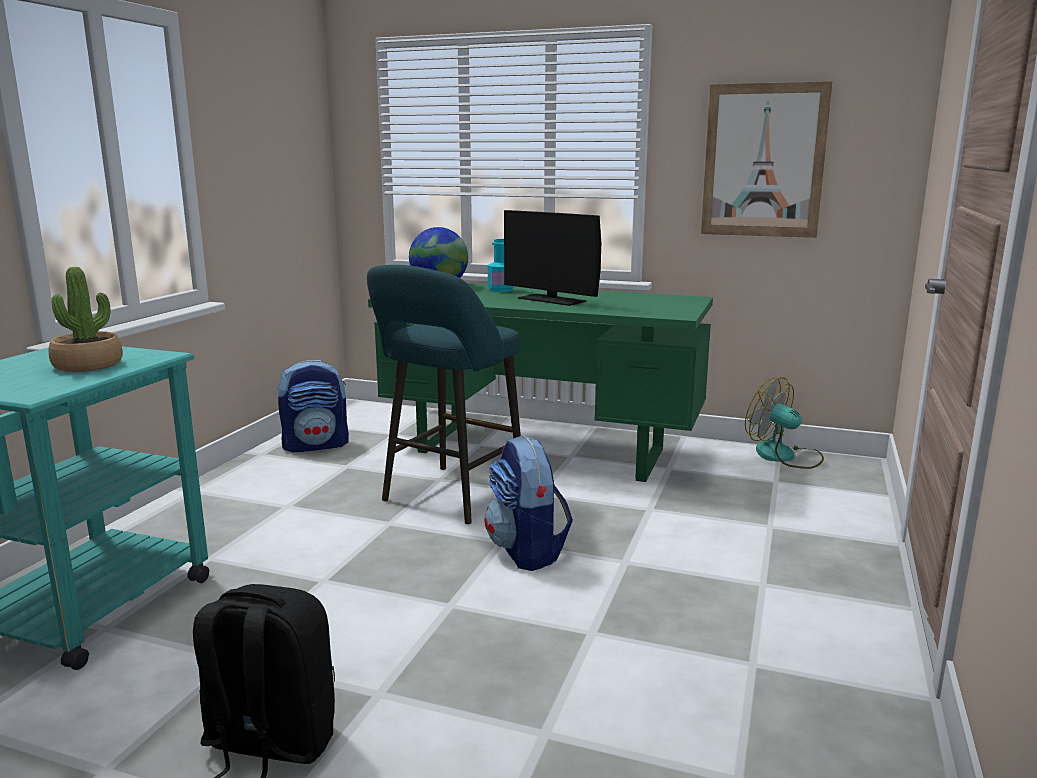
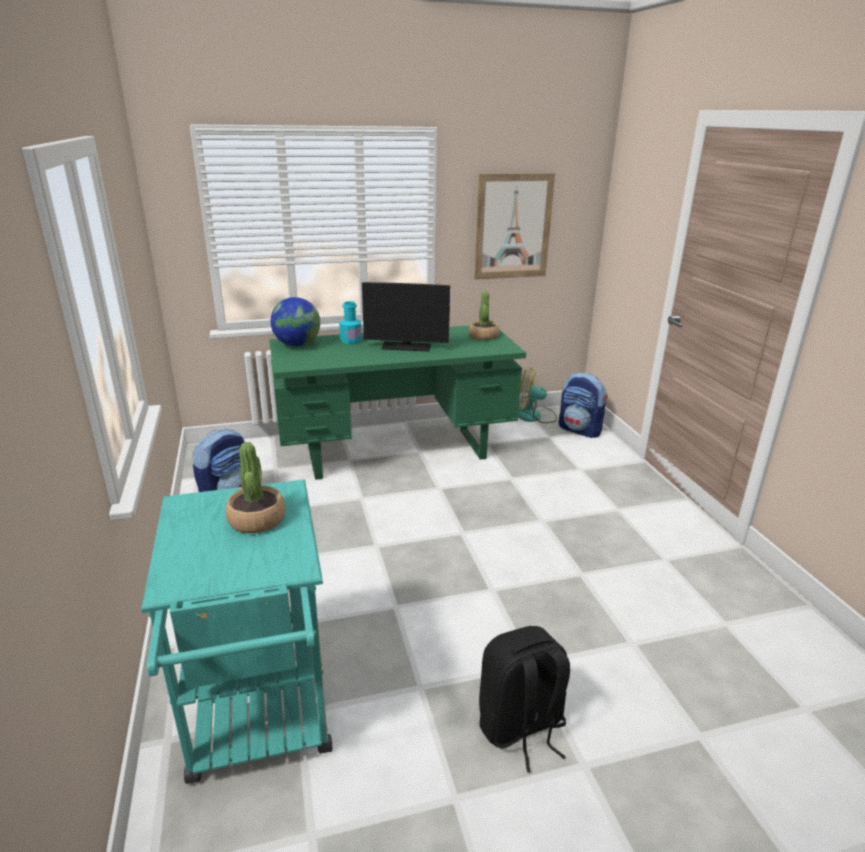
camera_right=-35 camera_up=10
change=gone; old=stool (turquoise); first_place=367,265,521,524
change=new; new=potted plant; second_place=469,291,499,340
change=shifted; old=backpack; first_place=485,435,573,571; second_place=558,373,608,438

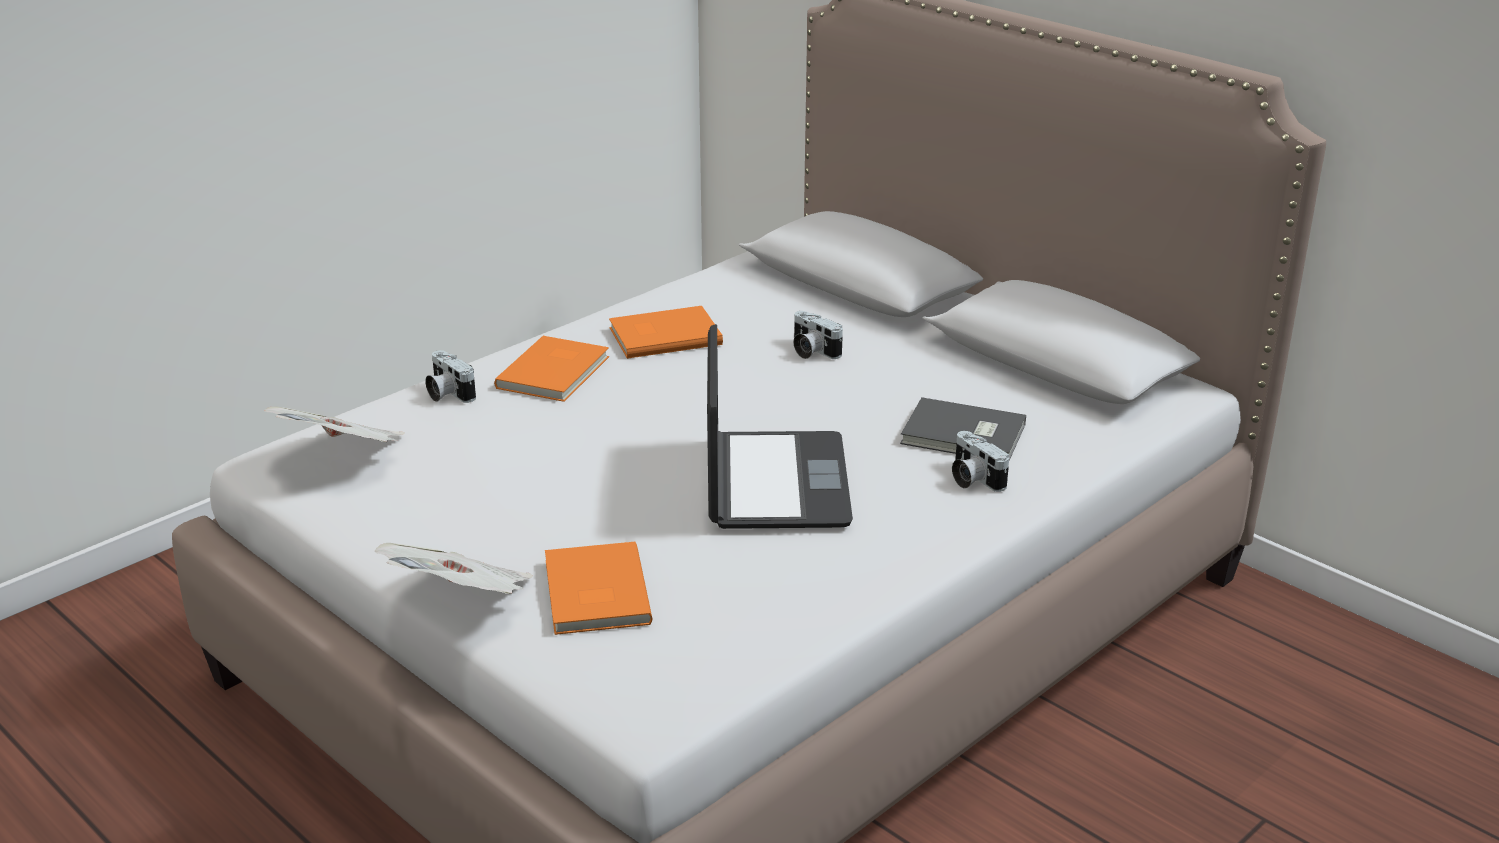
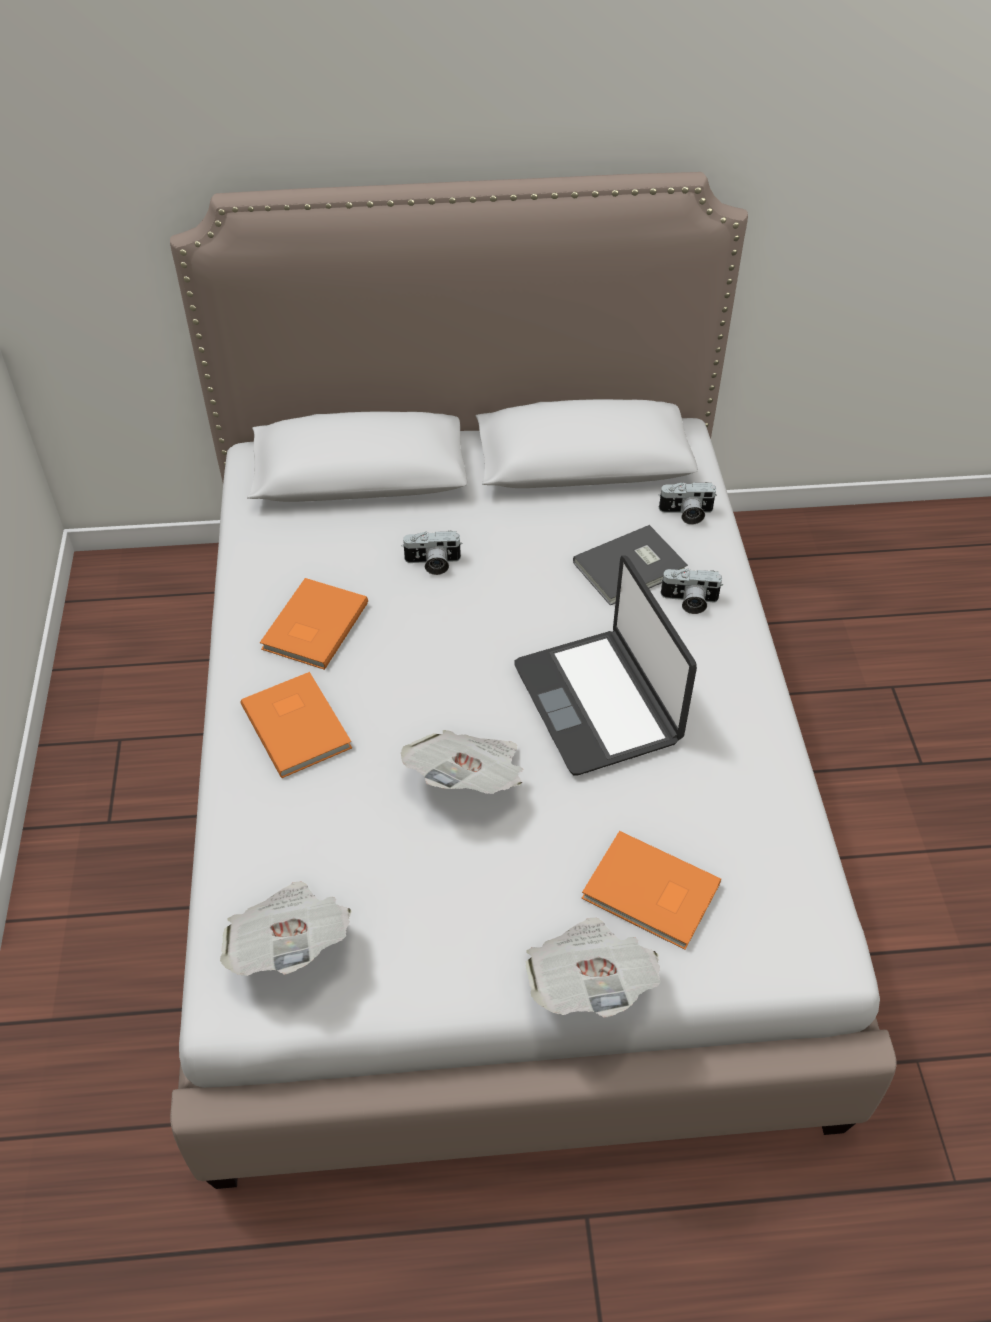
camera_right=-50 camera_up=20
change=new; new=newspaper; second_place=401,730,523,794
change=shifted; old=photo camera; first_place=425,350,476,403; second_place=658,482,717,525
change=rotated; old=laptop; first_place=707,324,853,529; second_place=514,555,697,775; degrees=-150

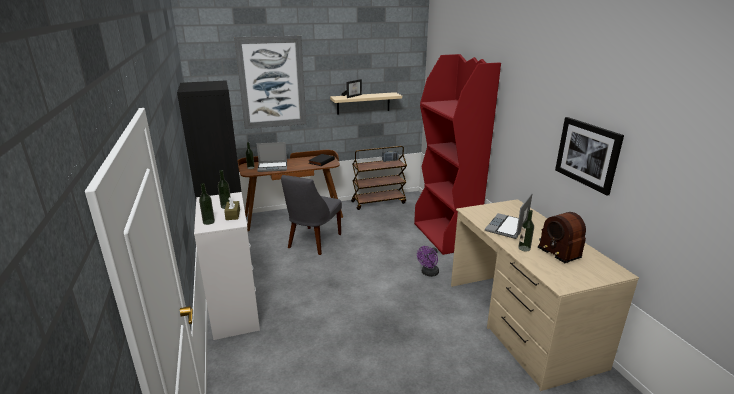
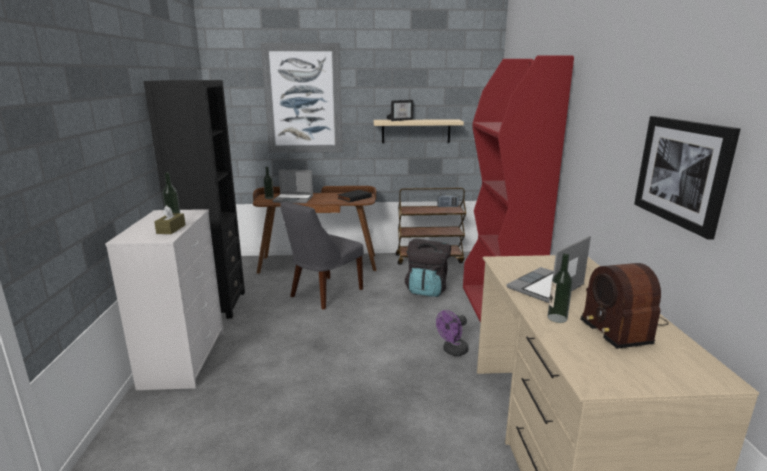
camera_right=15 camera_up=-5
change=gone; old=bottle; first_place=199,183,215,225
change=new; new=backpack (black); second_place=405,239,451,297

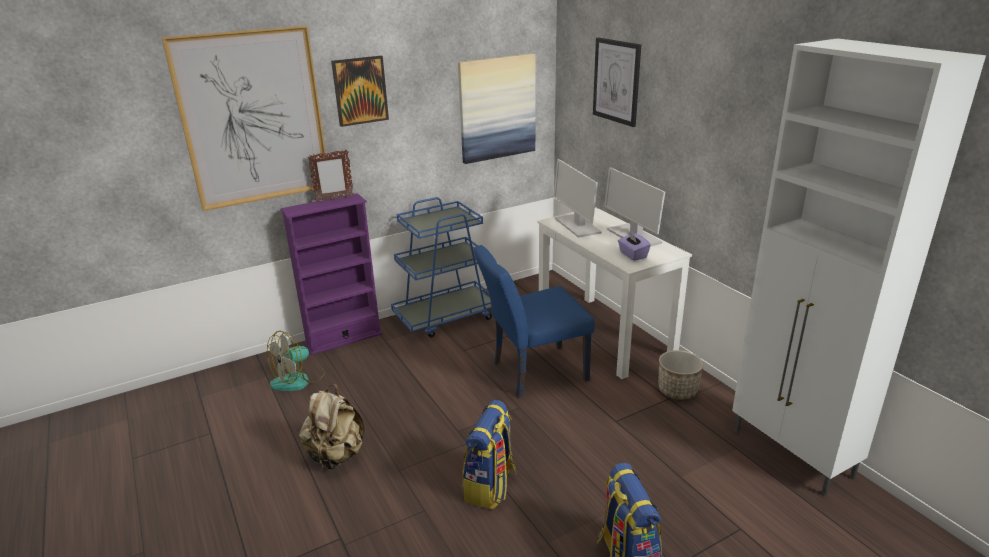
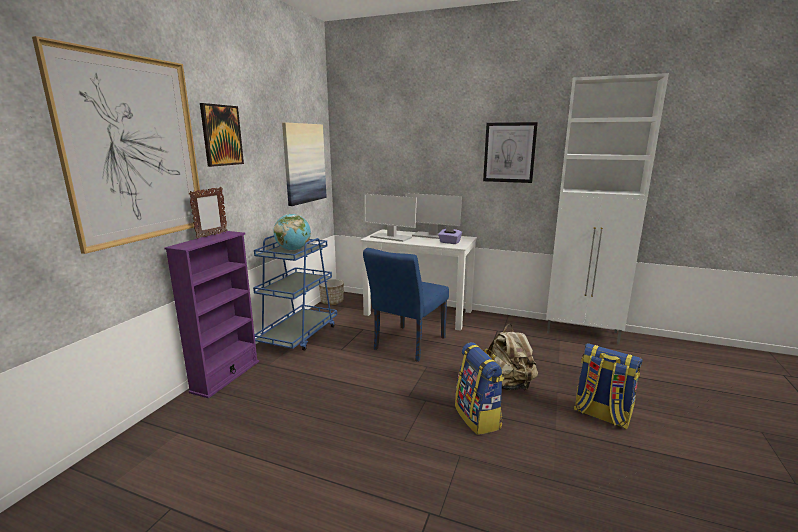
camera_right=-40 camera_up=-10
change=gone; old=fan; first_place=267,331,326,391
change=new; new=globe; second_place=274,214,311,251
change=shifted; old=backpack (beige); first_place=299,384,365,469; second_place=486,324,538,391
change=shifted; old=picture; first_place=593,37,641,127; second_place=483,122,538,183
change=shifted; old=planter; first_place=658,350,703,400; second_place=319,279,344,305

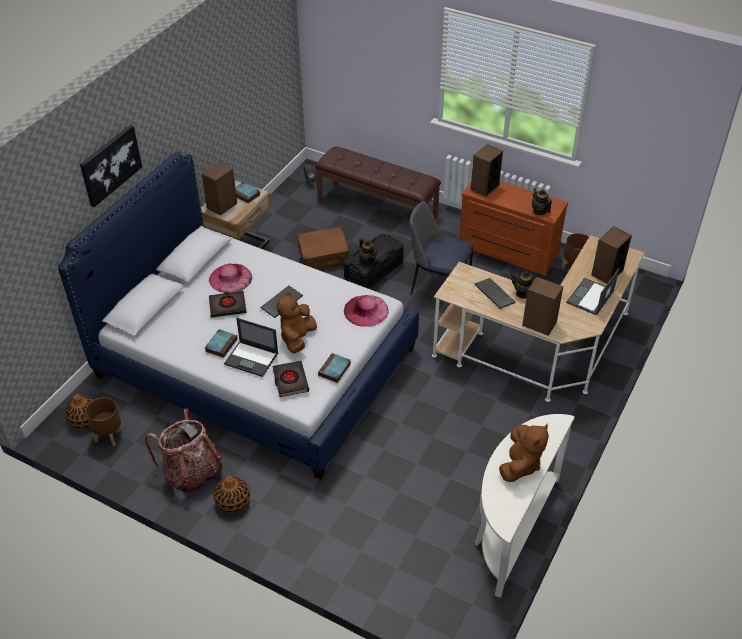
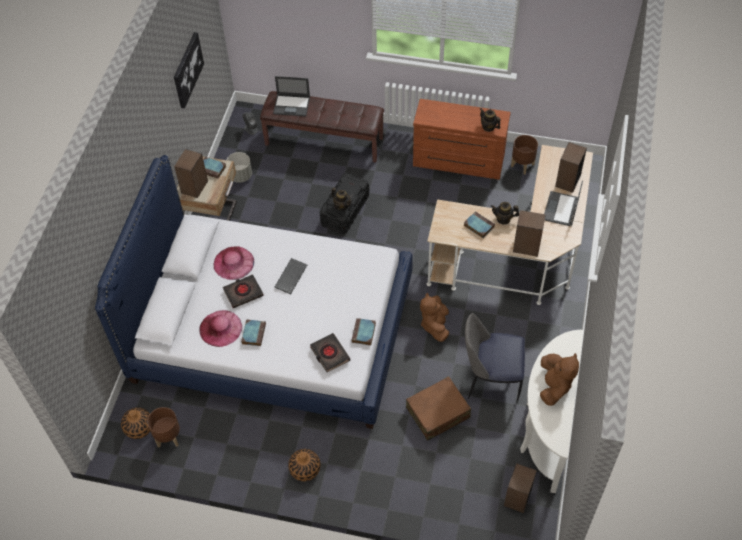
camera_right=-15 camera_up=10
change=gone; old=backpack; first_place=145,408,222,494
change=new; new=planter (grey); second_place=226,152,252,183
change=shifted; old=picture; first_place=80,125,142,207; second_place=174,32,204,108
change=shifted; old=laptop; first_place=224,318,278,377; second_place=273,76,310,116
change=shifted; old=plush toy (brown); first_place=276,292,317,353; second_place=420,293,449,342
change=shifted; old=suitcase (brown); first_place=297,226,351,270; second_place=406,376,471,441
change=shifted; old=hat (pink); first_place=344,295,389,327; second_place=200,310,242,347
change=shifted; old=chair; first_place=409,201,474,295; second_place=465,313,525,402
change=shifted; old=speaker; first_place=471,144,503,197; second_place=504,463,537,513
change=swapped; old=keyboard; new=book; first_place=474,278,515,309; second_place=464,211,495,238

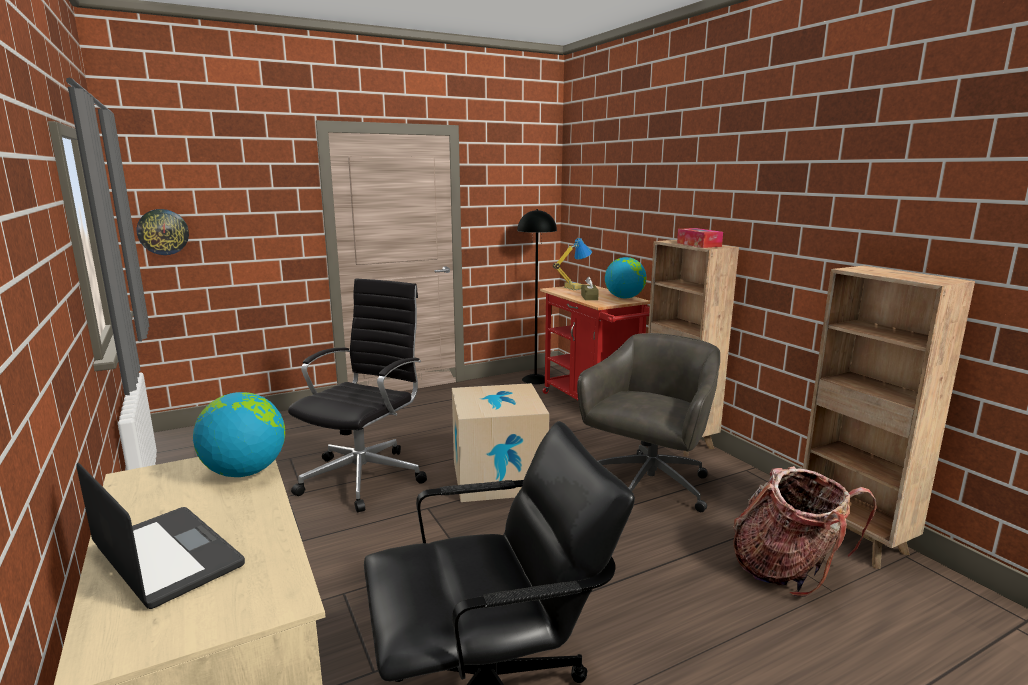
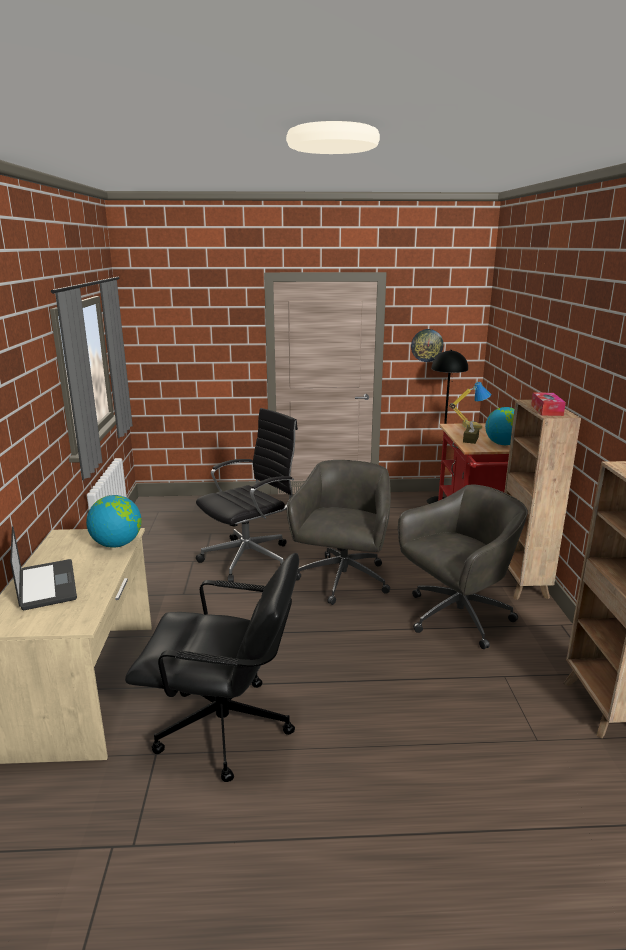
camera_right=25 camera_up=5
change=gone; old=backpack; first_place=733,466,877,596
change=shifted; old=wall clock; first_place=136,209,189,255; second_place=411,329,444,362
change=swapped; old=cardboard box; new=office chair (grey); first_place=452,383,549,502; second_place=287,460,391,605

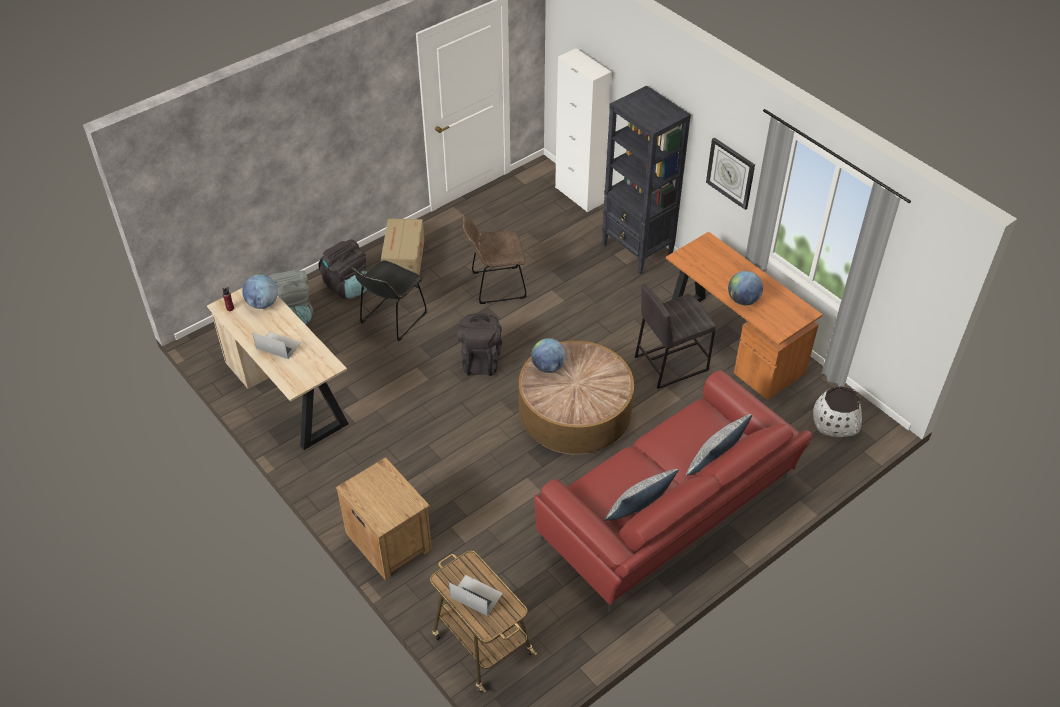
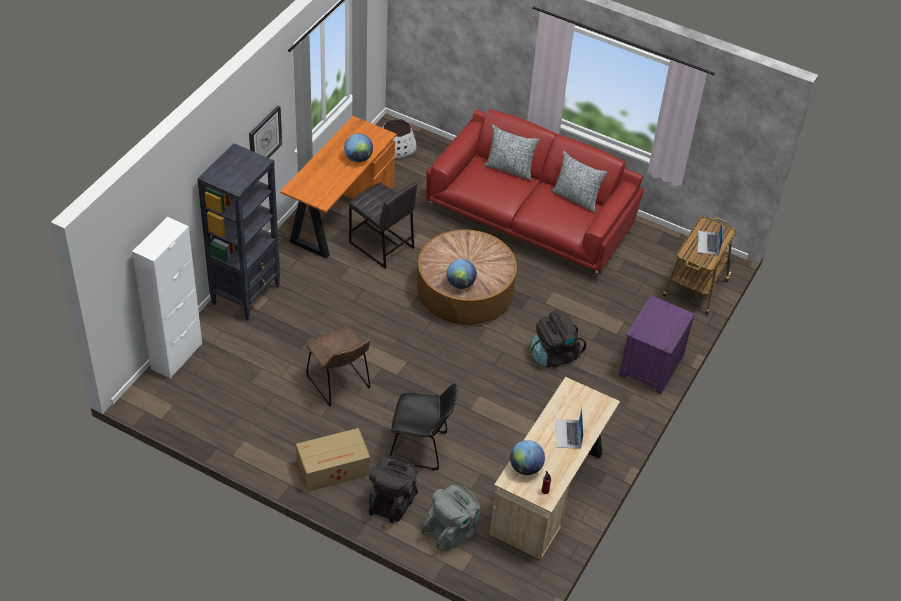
camera_right=-115 camera_up=0
change=shifted; old=backpack (black); first_place=457,313,502,376; second_place=531,310,586,367
change=repainted; old=nightstand (brown); new=nightstand (purple); first_place=336,457,432,581; second_place=619,295,695,394

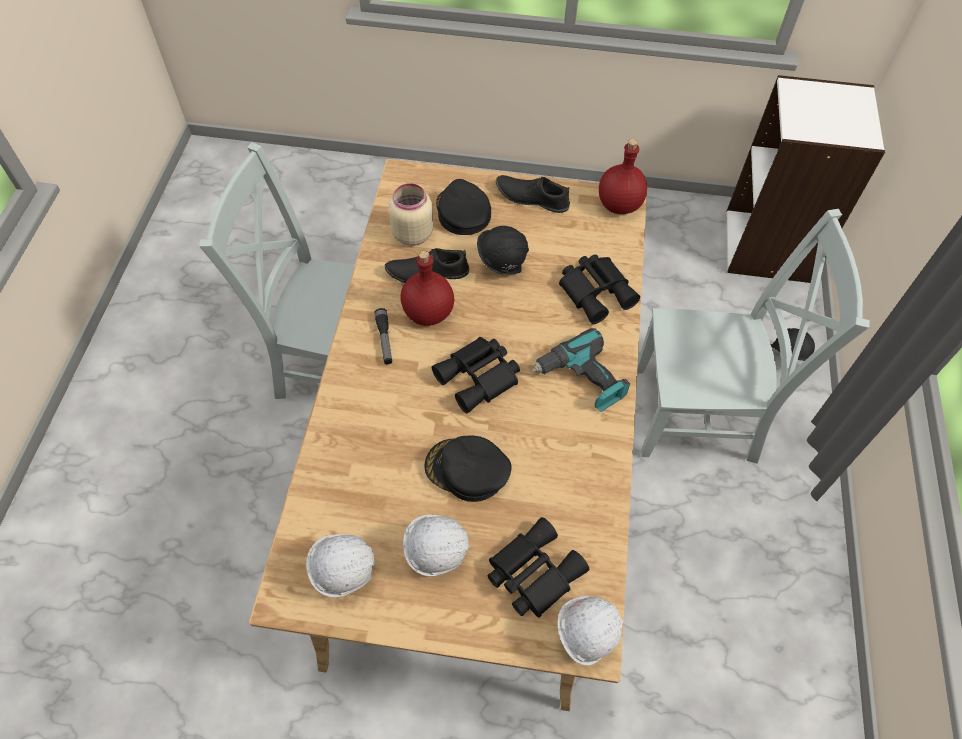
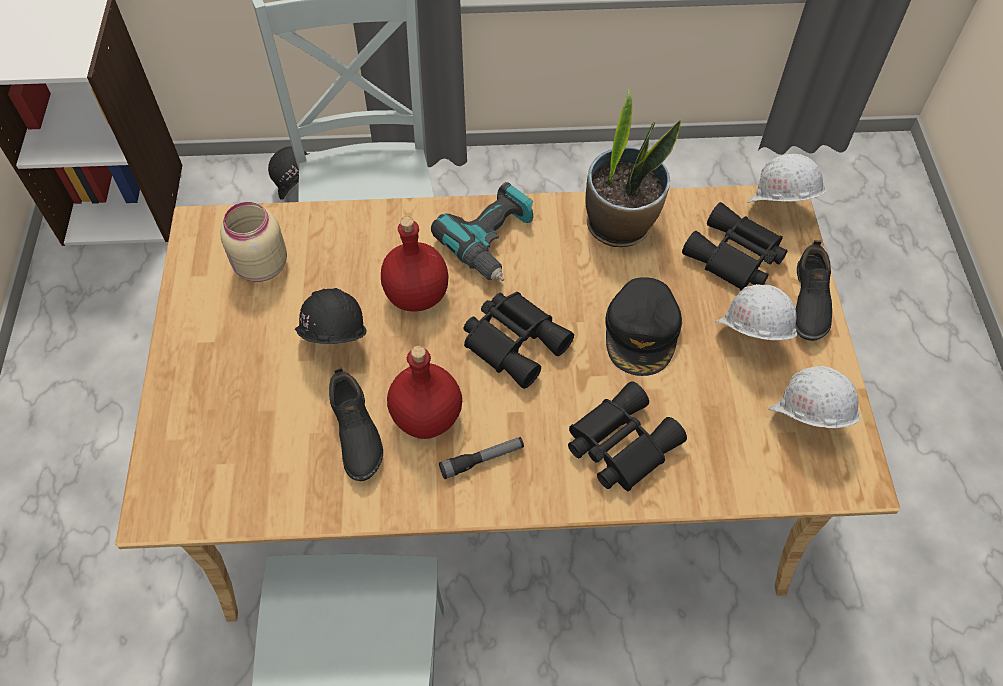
camera_right=-100 camera_up=0
change=gone; old=cap (black); first_place=436,179,491,235
change=new; new=potted plant; second_place=585,89,681,247
change=shifted; old=jar (beige); first_place=389,183,433,246; second_place=220,202,287,282
change=shifted; old=shoe (black); first_place=496,175,570,213; second_place=795,240,832,341
change=shifted; old=binoculars (black); first_place=559,255,640,324; second_place=568,381,687,491
change=shifted; old=bottle (red); first_place=599,139,647,214; second_place=381,216,449,311

